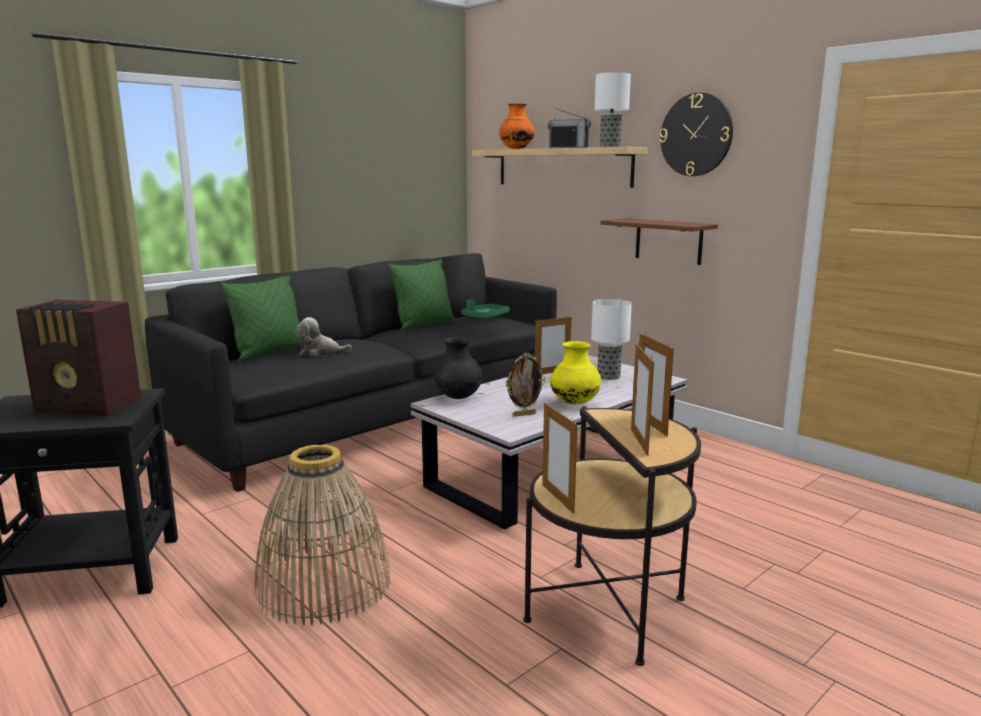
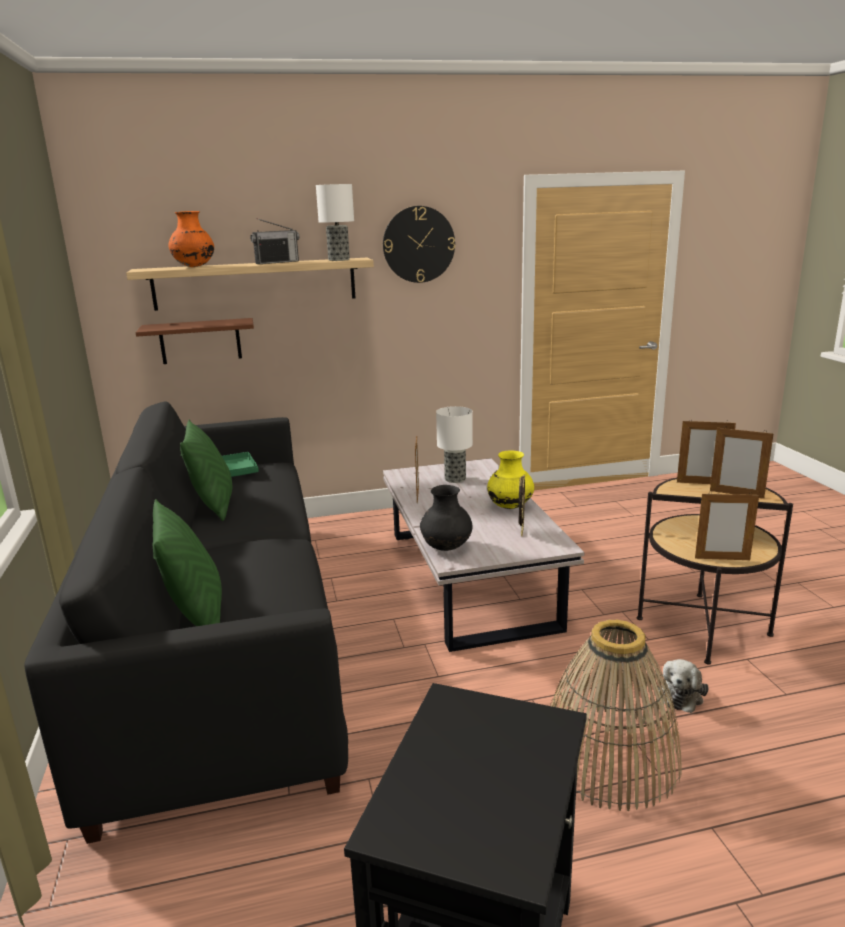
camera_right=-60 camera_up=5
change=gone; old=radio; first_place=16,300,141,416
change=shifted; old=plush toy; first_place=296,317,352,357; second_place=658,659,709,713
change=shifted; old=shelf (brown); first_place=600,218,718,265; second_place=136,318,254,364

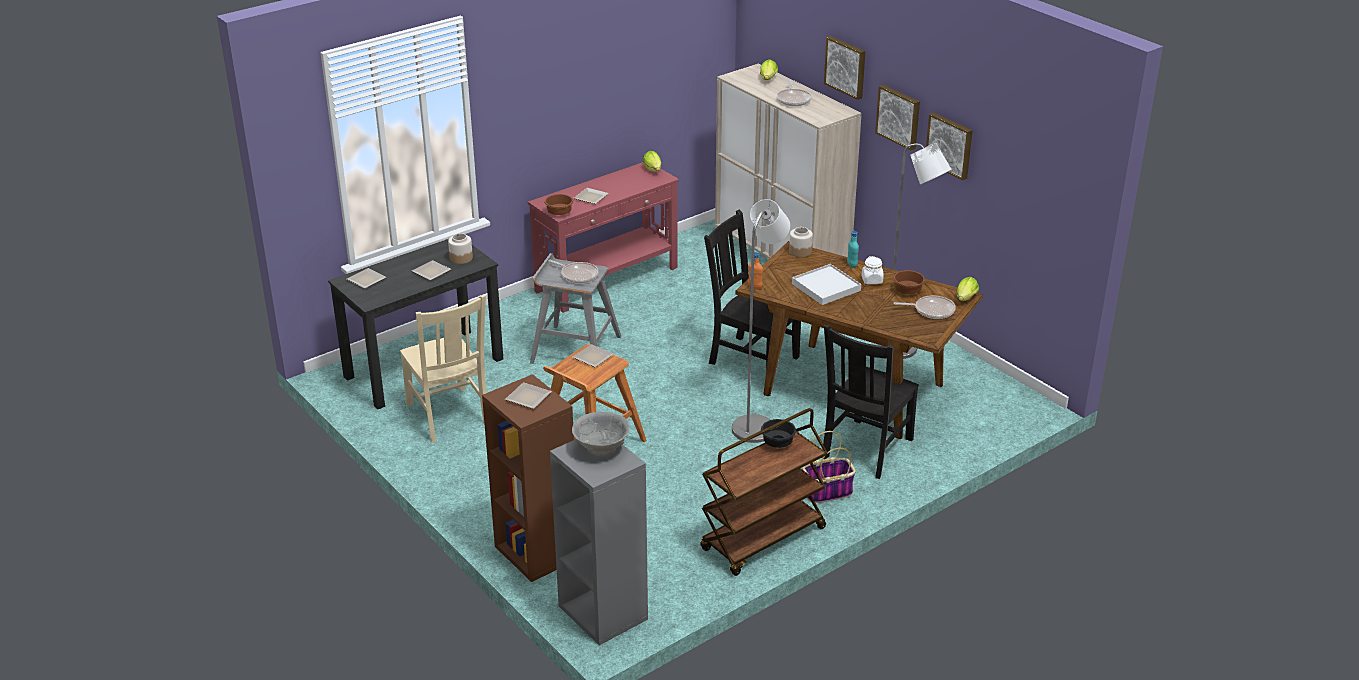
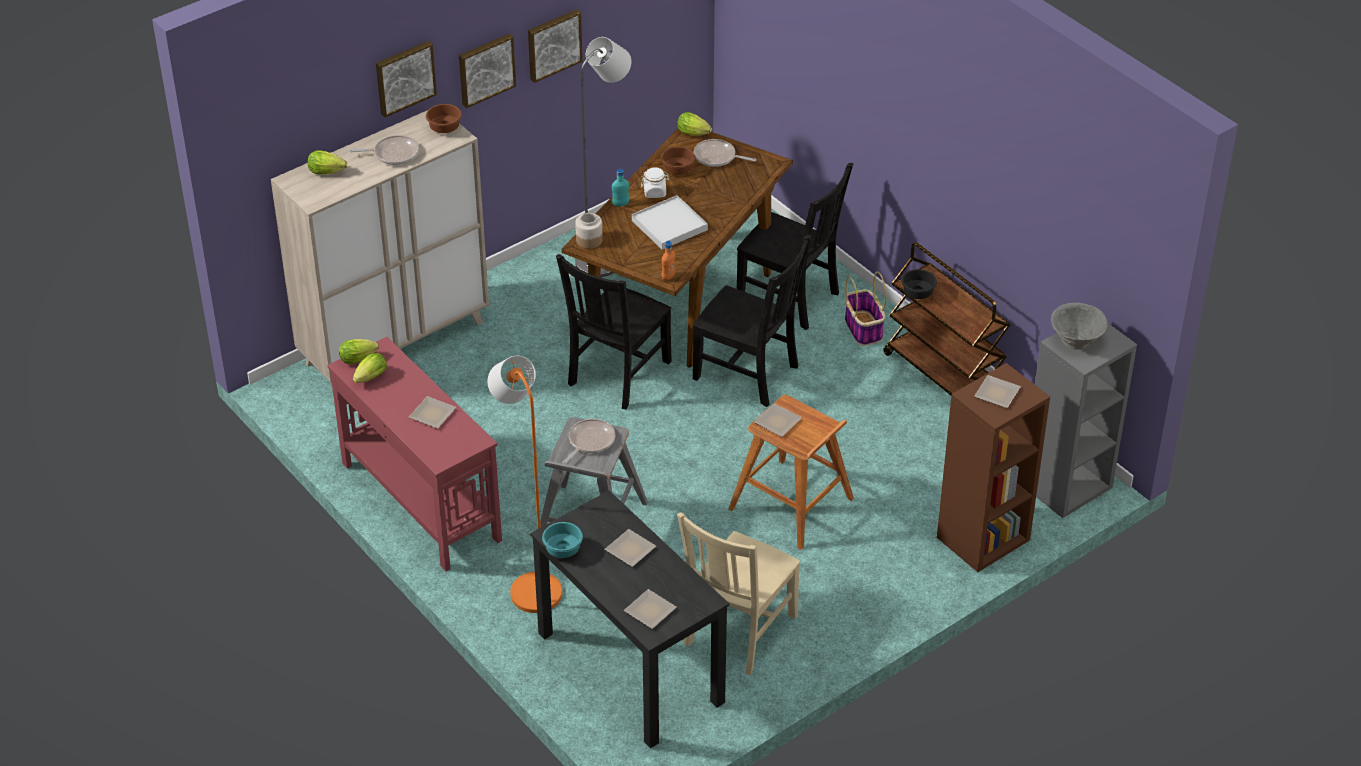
camera_right=-90 camera_up=10
change=gone; old=jar; first_place=448,233,473,264
change=new; new=lettuce; second_place=353,353,387,383
change=new; new=floor lamp (orange); second_place=487,356,562,613
change=new; new=bowl (turquoise); second_place=542,522,583,558
change=shifted; old=bowl (brown); first_place=545,194,574,215; second_place=426,104,462,133
change=swapped; old=floor lamp (grey); new=chair (black); first_place=732,199,790,443; second_place=693,235,811,407
change=rotated; old=chair (beige); first_place=400,295,487,443; second_place=677,512,800,675; degrees=150
change=rotated; old=frying pan; first_place=893,295,956,319; second_place=694,139,756,167; degrees=-75

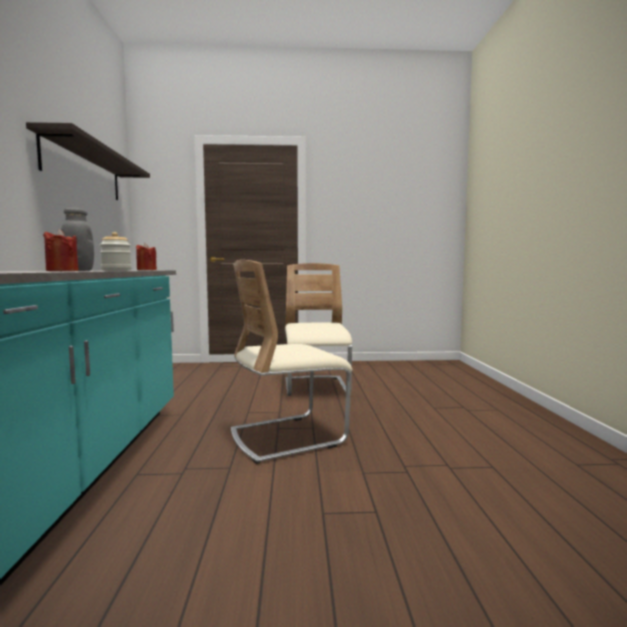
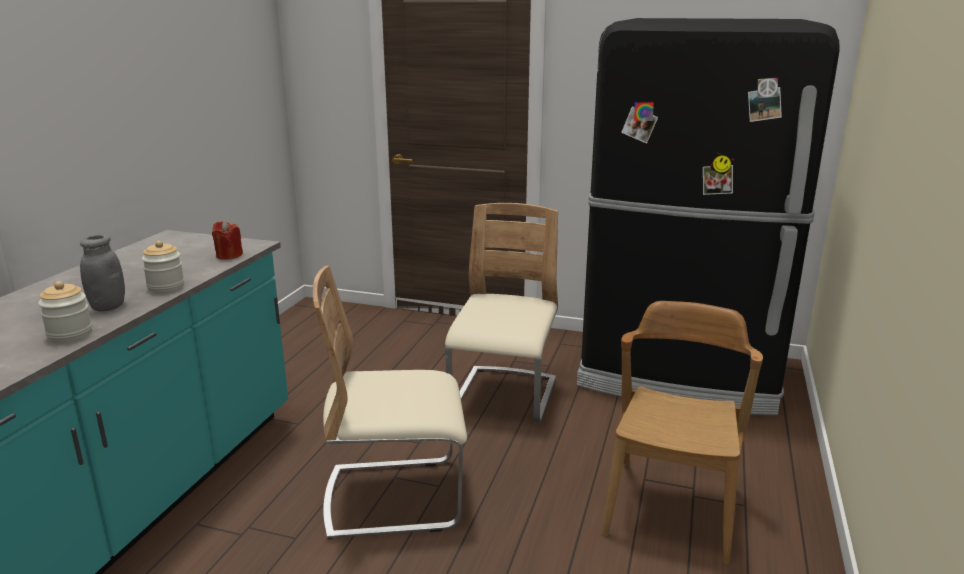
camera_right=20 camera_up=15
change=gone; old=shelf; first_place=26,122,150,200
change=new; new=fridge (black); second_place=577,18,840,415
change=new; new=chair (brown); second_place=603,301,763,564
change=swapped; old=candle (red); new=jar; first_place=43,229,79,271; second_place=38,281,92,342

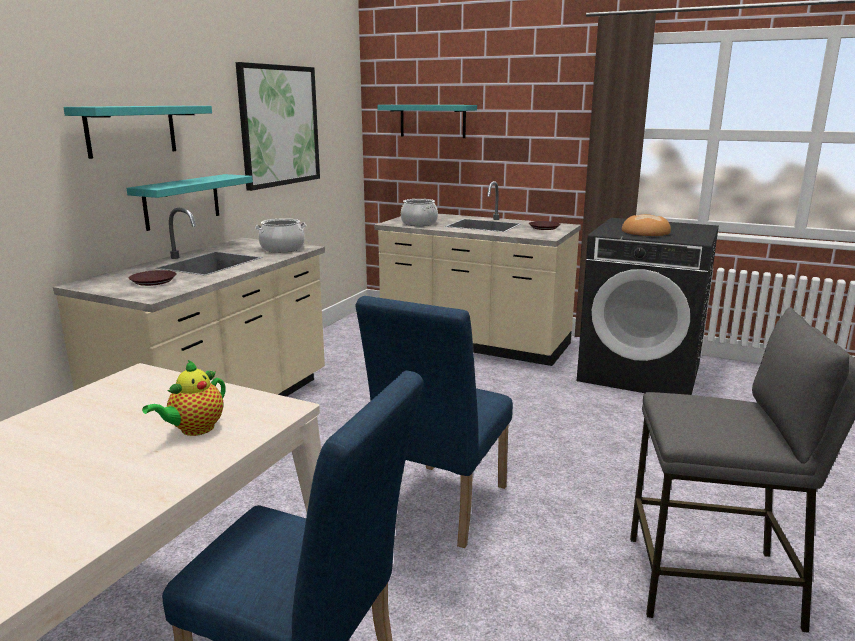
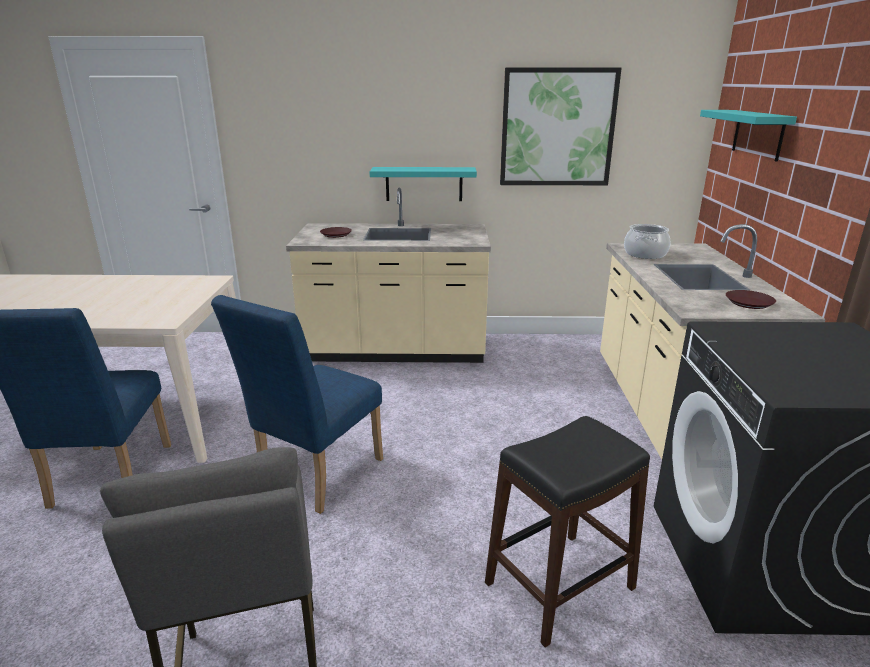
camera_right=65 camera_up=5
change=gone; old=shelf (turquoise); first_place=63,106,212,159
change=gone; old=teapot; first_place=142,360,225,436
change=gone; old=cooking pot; first_place=255,218,307,253
change=gone; old=bread; first_place=622,214,671,236
change=new; new=stool (black); second_place=485,416,650,647
change=rotated; old=chair (blue); first_place=355,296,513,548; second_place=211,295,383,514; degrees=-60

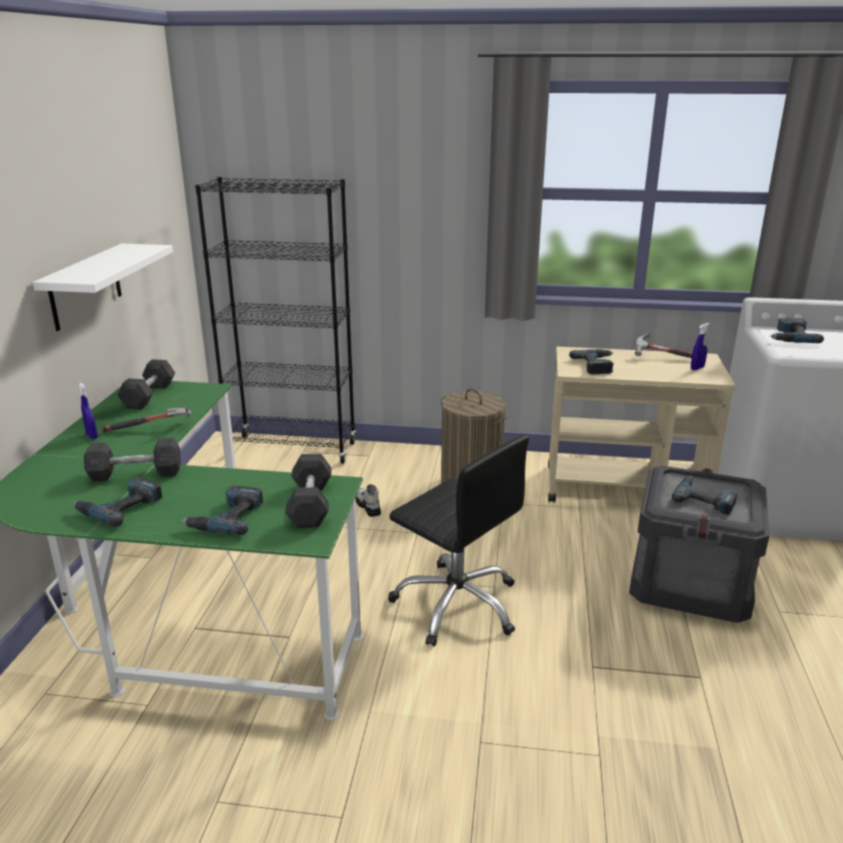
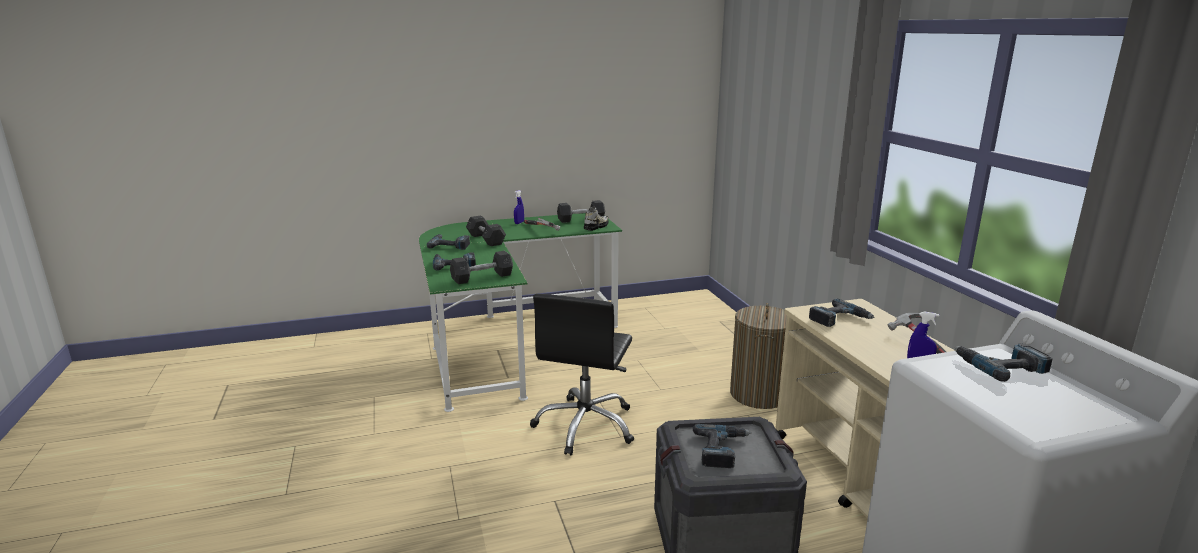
camera_right=65 camera_up=-5
change=gone; old=shelf (white); first_place=33,244,173,331
change=gone; old=bookcase (black); first_place=195,177,356,464
change=shifted; old=shoe; first_place=355,484,381,517; second_place=584,207,609,231

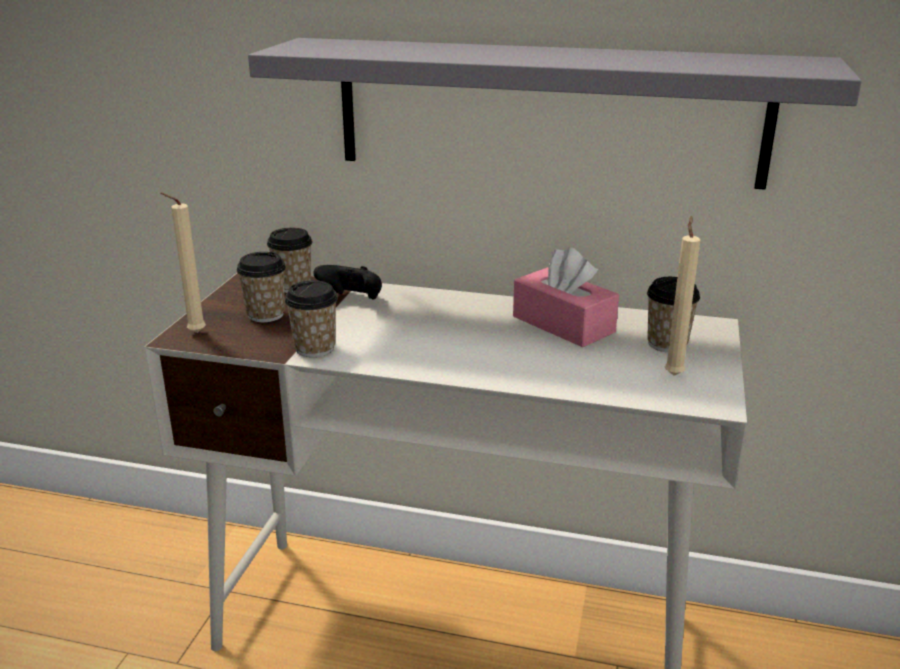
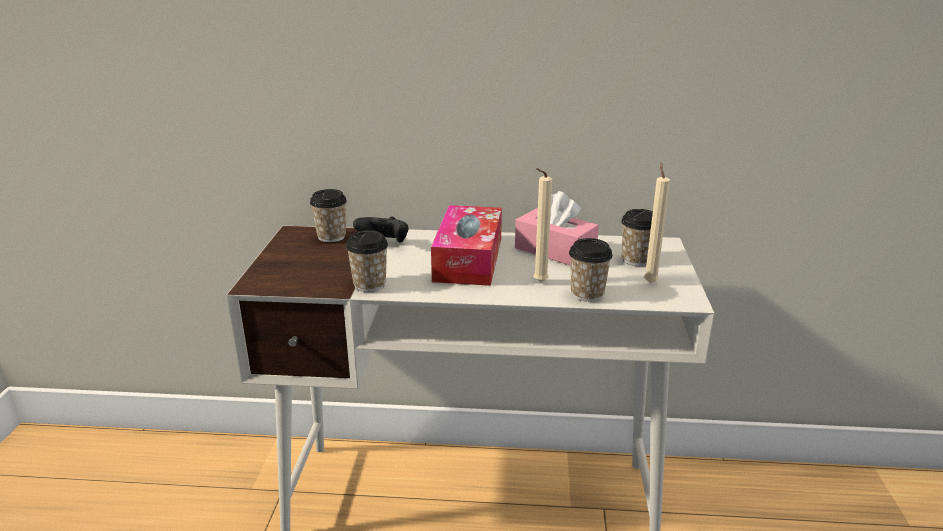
camera_right=-10 camera_up=0
change=gone; old=shelf (grey); first_place=248,38,862,190
change=new; new=tissue box; second_place=431,205,502,286
change=shifted; old=candle (beige); first_place=160,193,206,333; second_place=533,168,552,282
change=shifted; old=cup; first_place=237,252,286,322; second_place=569,238,613,302

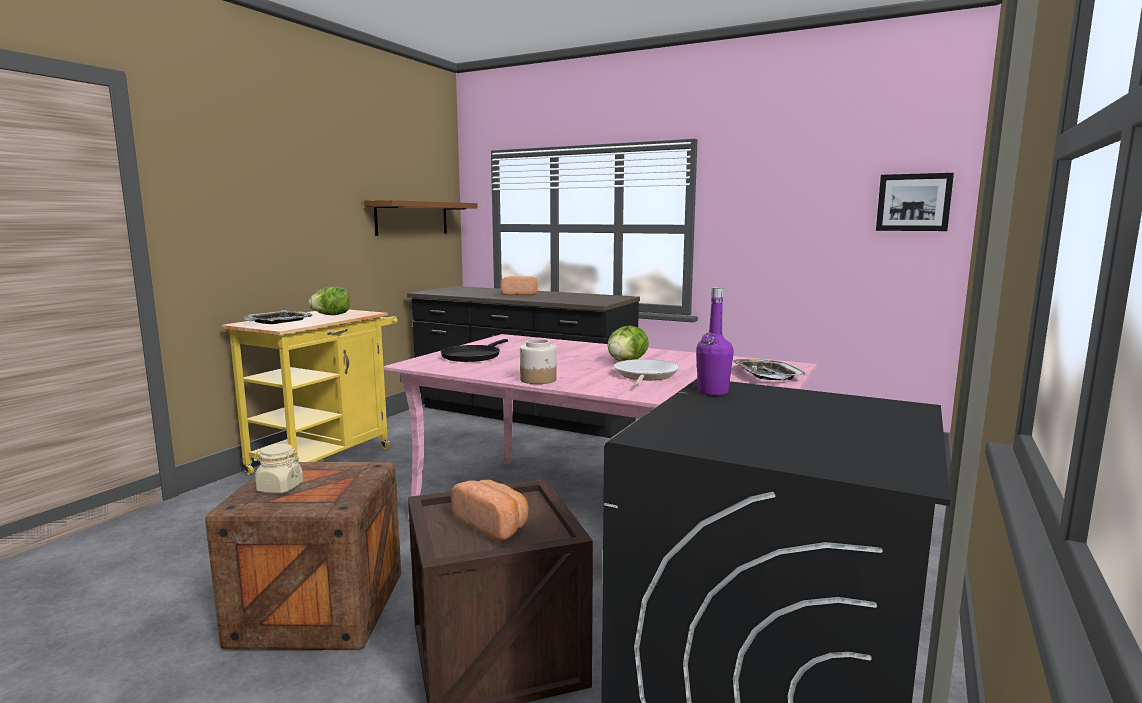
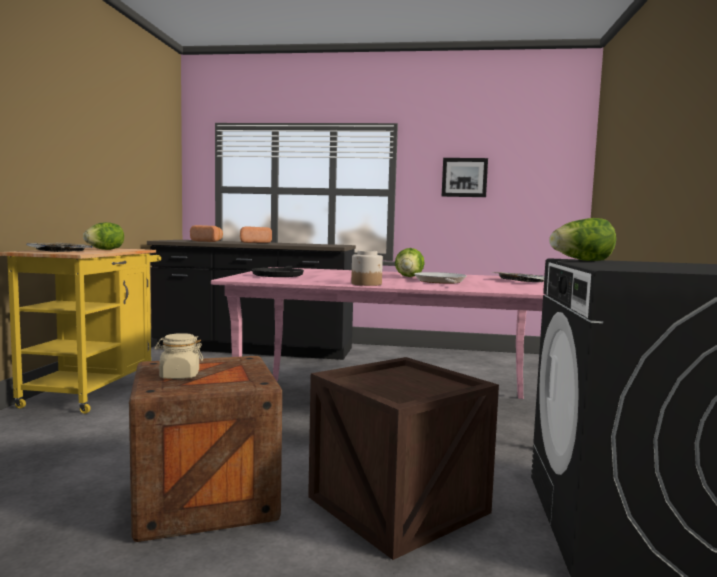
camera_right=-20 camera_up=-5
change=gone; old=shelf (brown); first_place=364,200,478,236
change=shifted; old=bread; first_place=451,480,529,541; second_place=190,225,223,242
change=shifted; old=picture; first_place=876,173,954,231; second_place=442,158,488,197
change=swapped; old=bottle (purple); new=lettuce; first_place=696,287,734,396; second_place=549,218,616,261

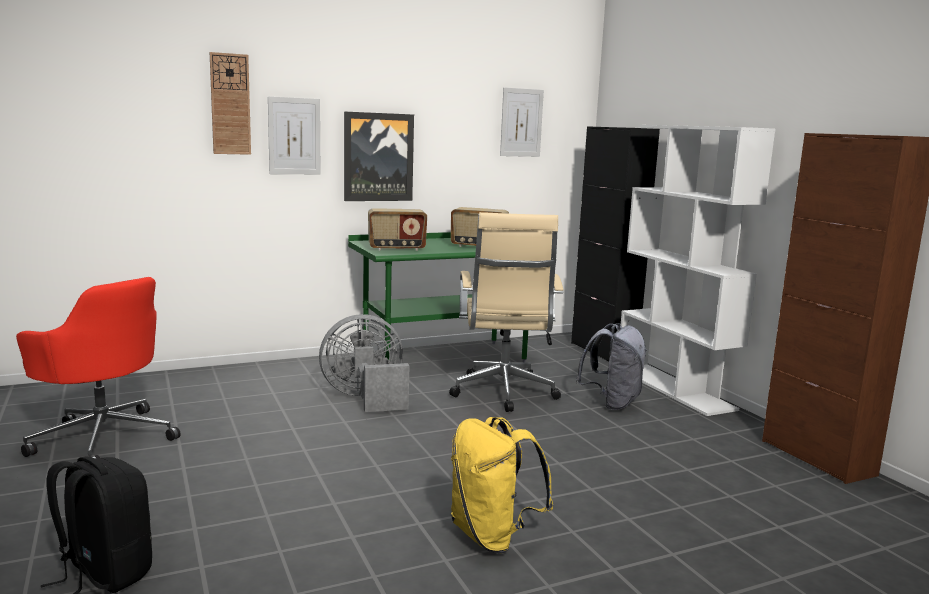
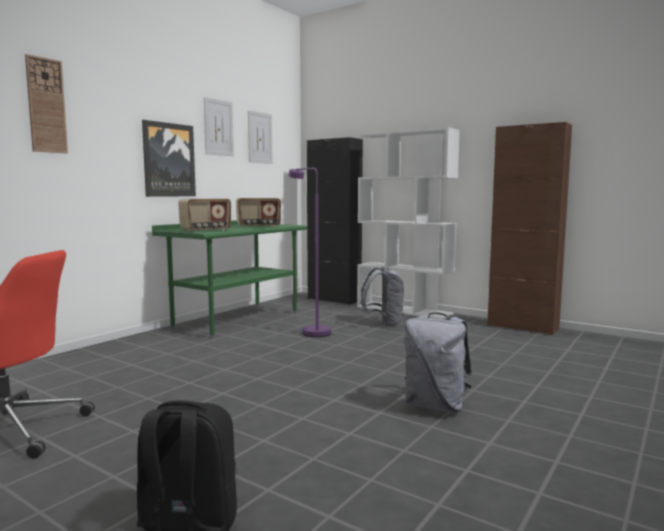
camera_right=-30 camera_up=-5
change=gone; old=fan (grey); first_place=319,314,409,412
change=shifted; old=picture; first_place=268,96,320,174; second_place=204,97,234,156
change=swapped; old=office chair (beige); new=floor lamp (purple); first_place=449,212,564,412; second_place=289,168,331,337
change=repainted; old=backpack (yellow); new=backpack (grey); first_place=451,417,554,553; second_place=405,312,472,412

